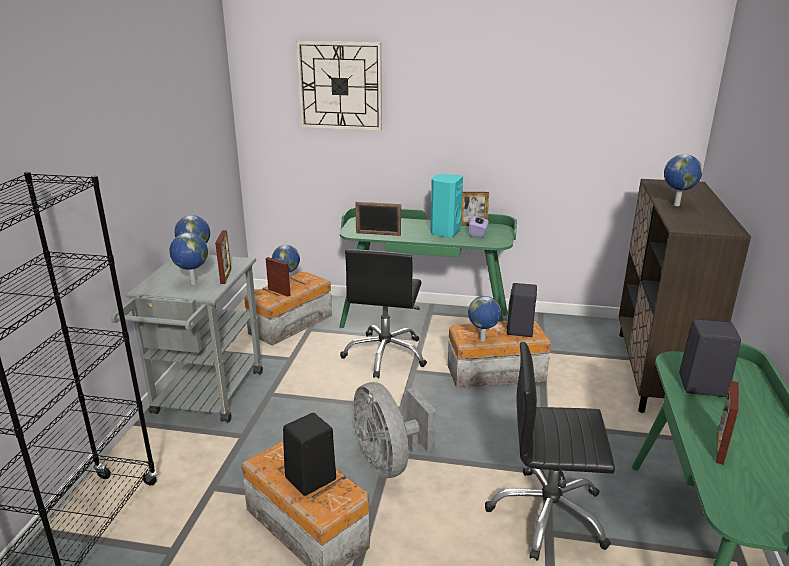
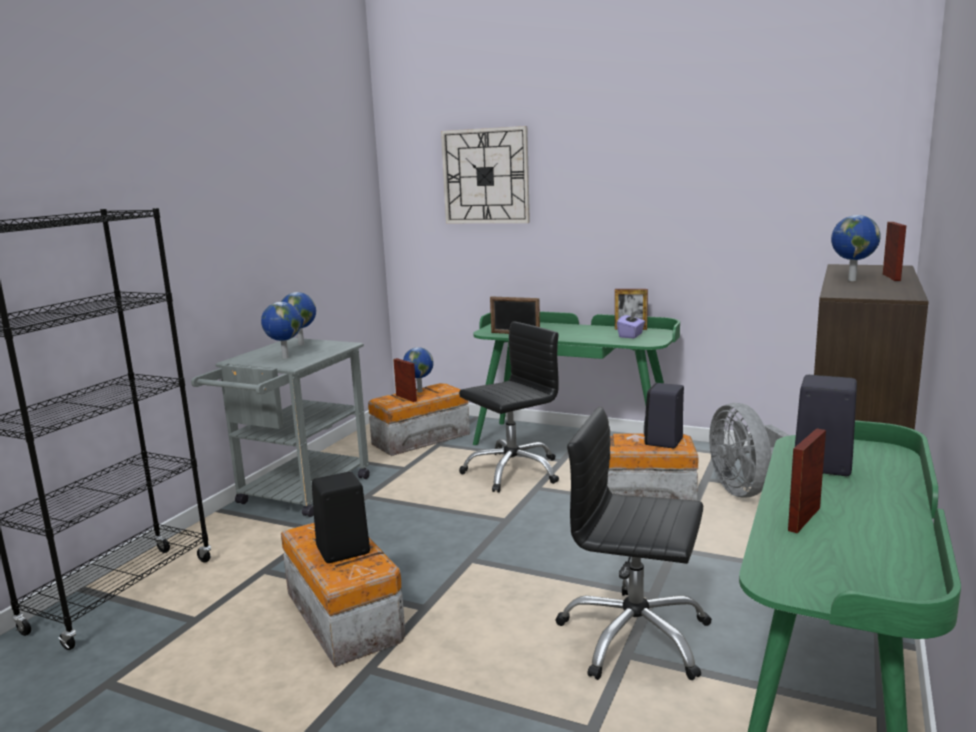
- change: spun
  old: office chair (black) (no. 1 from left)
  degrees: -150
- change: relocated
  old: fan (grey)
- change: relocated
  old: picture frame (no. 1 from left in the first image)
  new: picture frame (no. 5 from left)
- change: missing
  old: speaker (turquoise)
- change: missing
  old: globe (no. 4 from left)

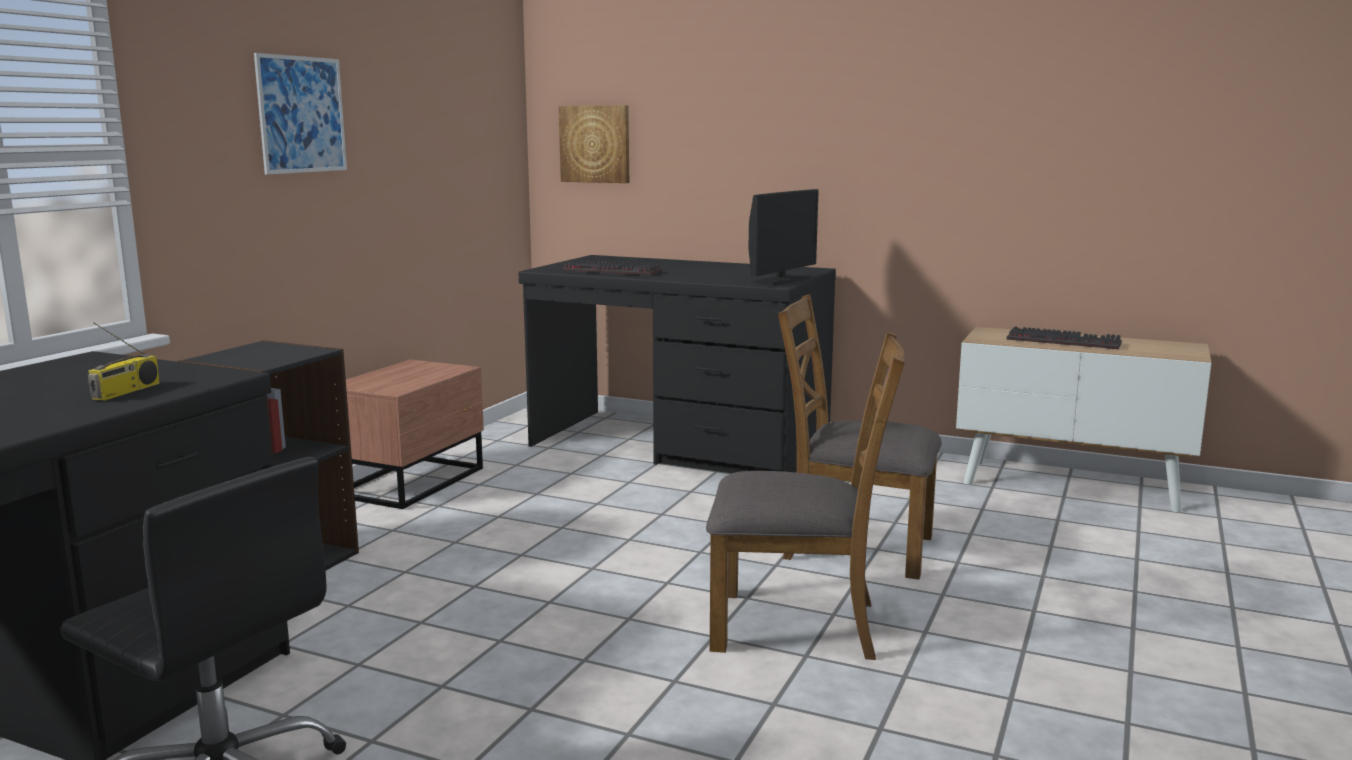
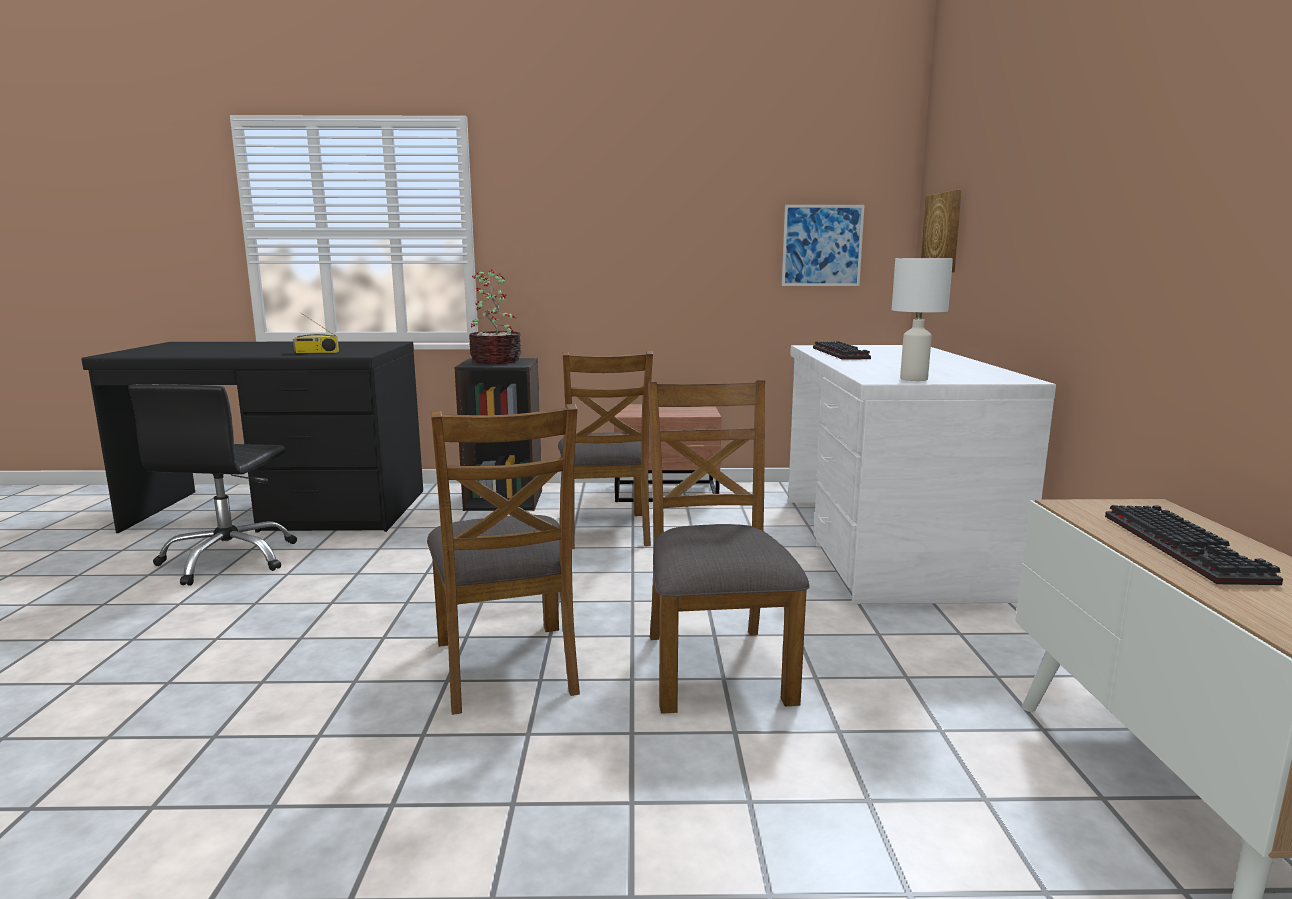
- change: appeared
  new: potted plant
- change: appeared
  new: chair (brown) (no. 2 from left)
- change: relocated
  old: picture (no. 1 from left)
- change: colour
  old: desk (black) (no. 2 from left)
  new: desk (white)
- change: exchanged
  old: monitor
  new: table lamp (white)

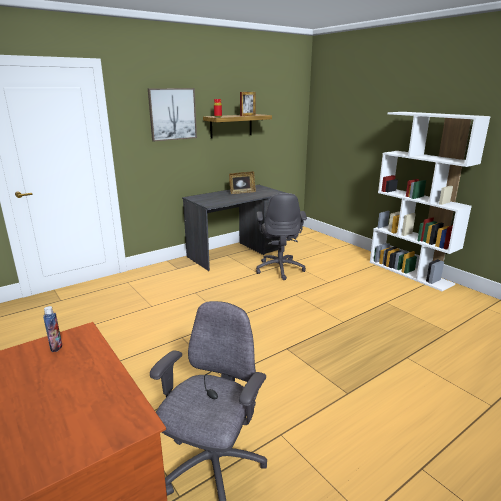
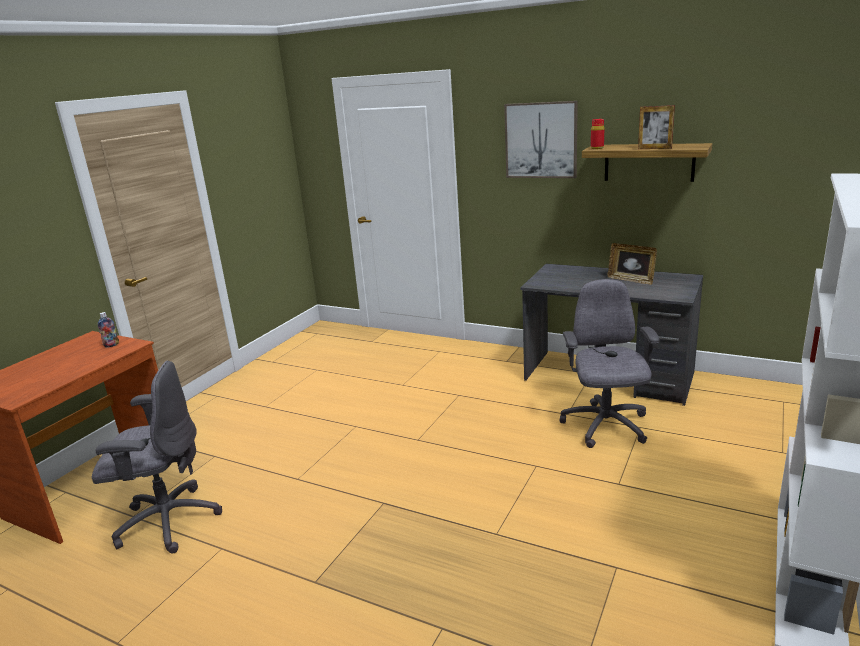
- change: spun
  old: office chair (grey) (no. 2 from left)
  degrees: 120

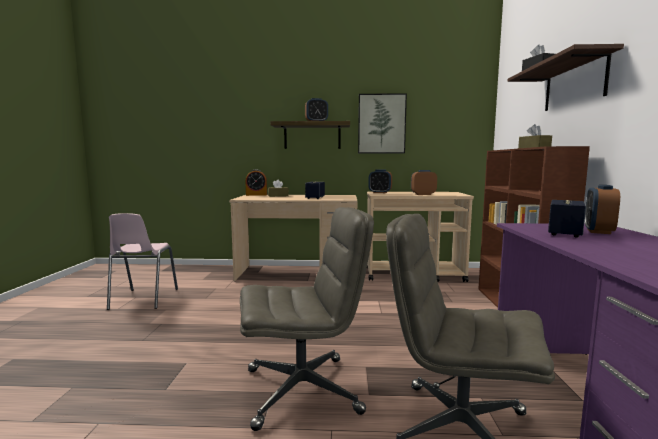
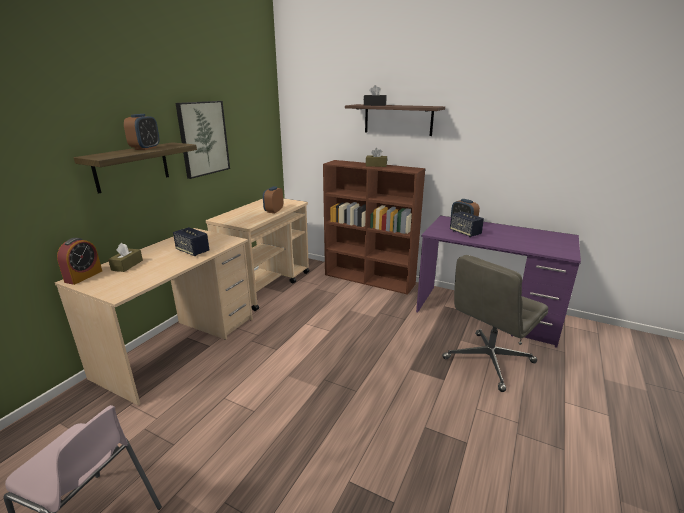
- change: missing
  old: office chair (grey) (no. 1 from left)
- change: missing
  old: alarm clock (no. 3 from left)

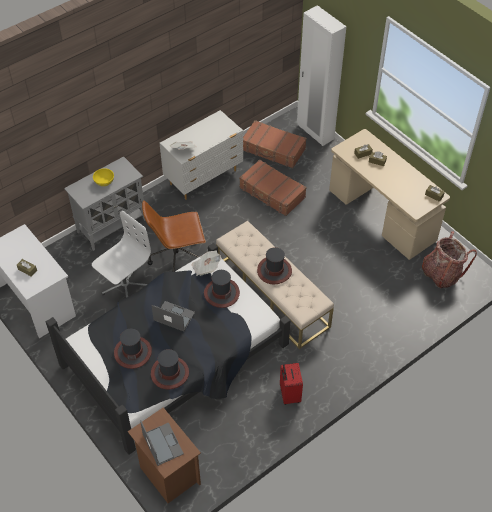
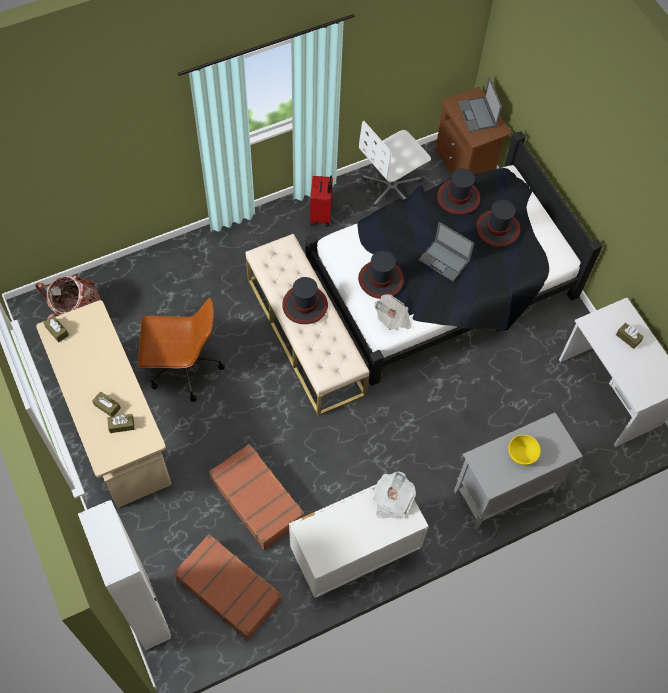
- change: relocated
  old: office chair (brown)
- change: relocated
  old: office chair (white)

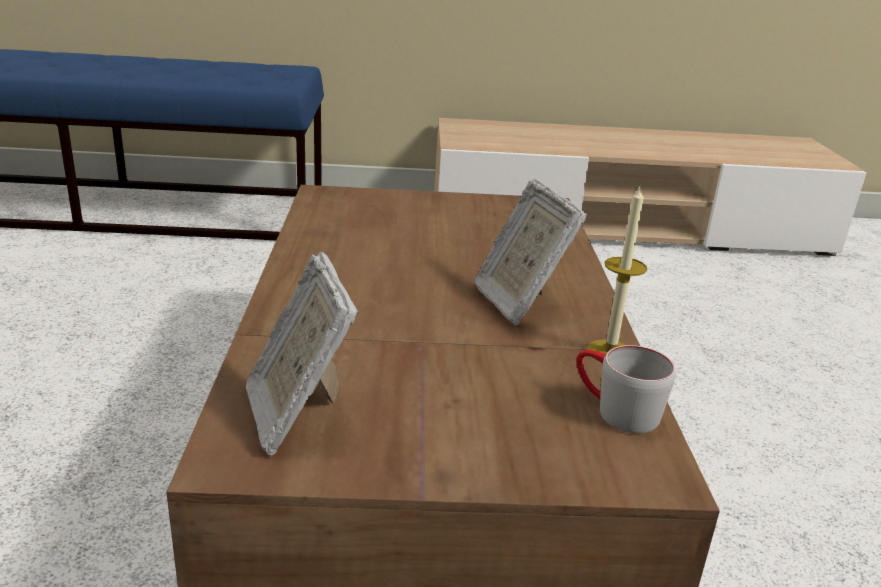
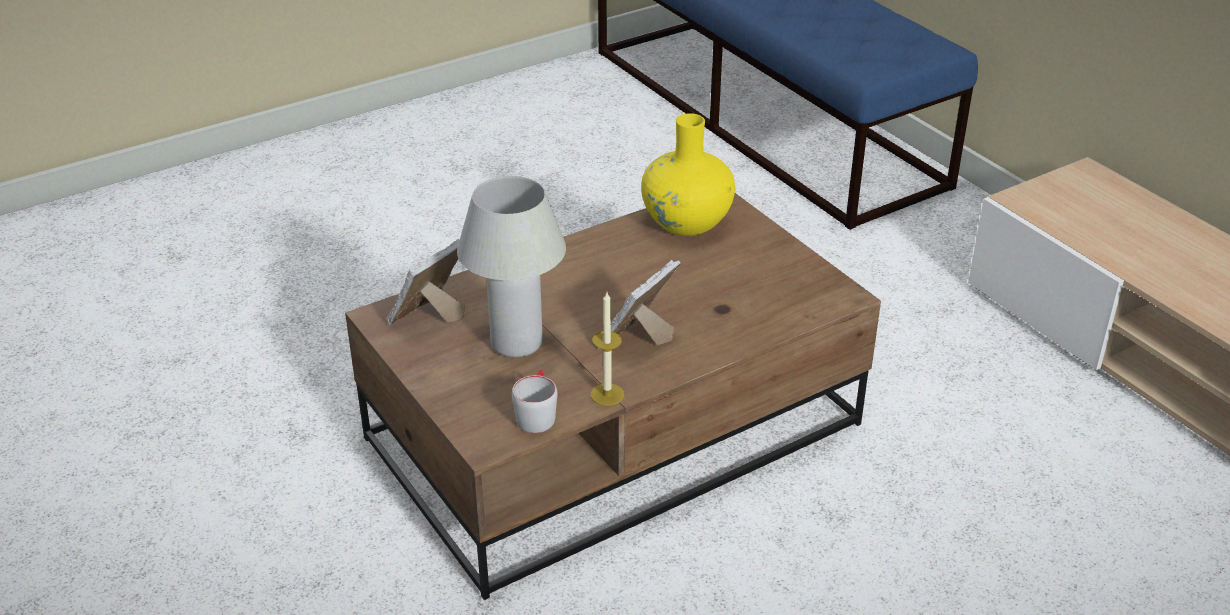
- change: appeared
  new: table lamp (white)
- change: appeared
  new: vase (yellow)

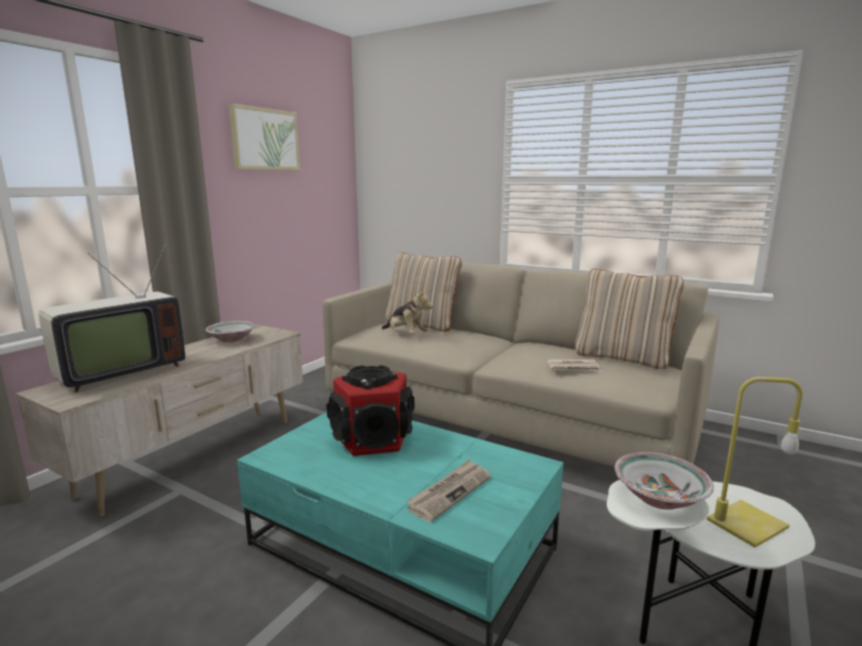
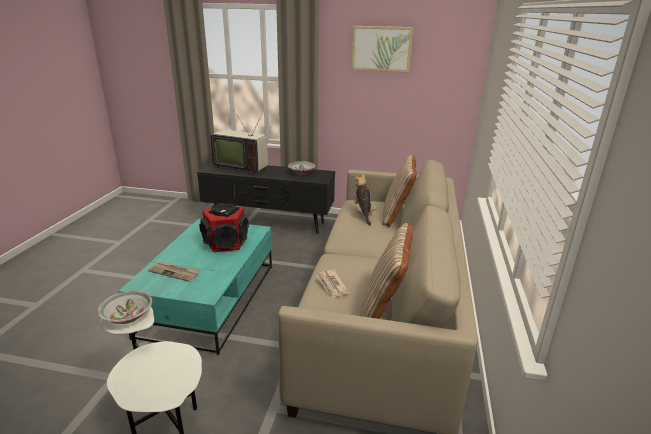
- change: colour
  old: tv stand (beige)
  new: tv stand (black)
- change: spun
  old: plush toy
  degrees: 150
- change: missing
  old: table lamp (yellow)

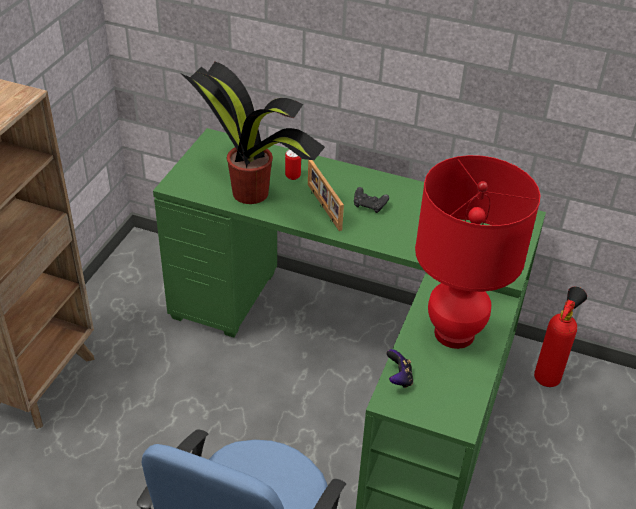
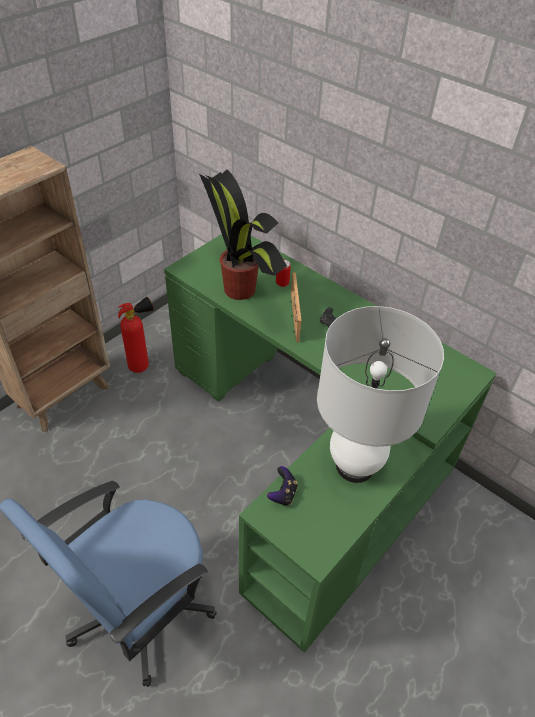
- change: relocated
  old: fire extinguisher
- change: colour
  old: table lamp (red)
  new: table lamp (white)

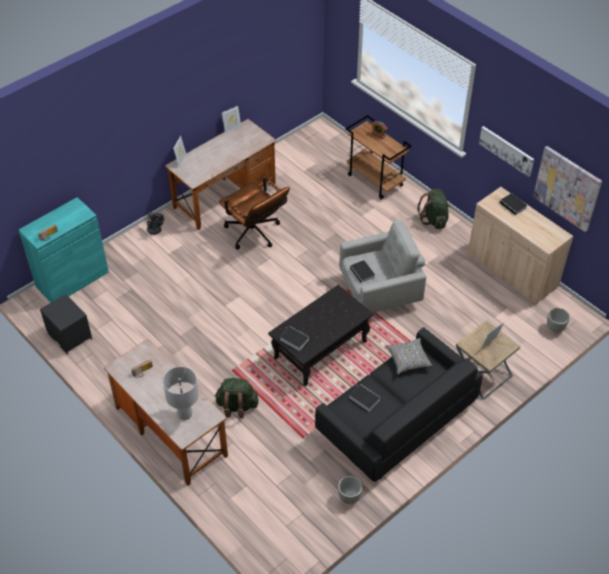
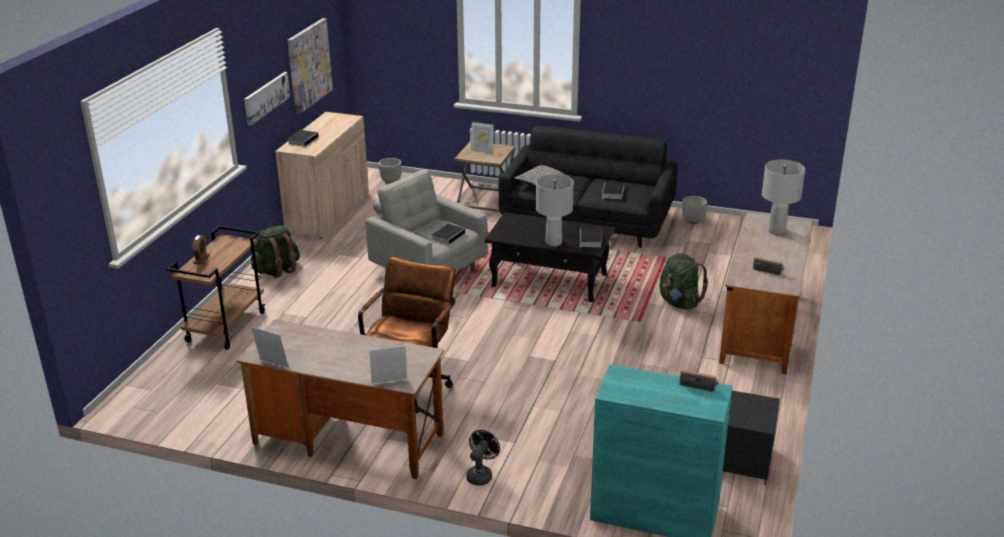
- change: appeared
  new: table lamp (grey) (no. 1 from left)

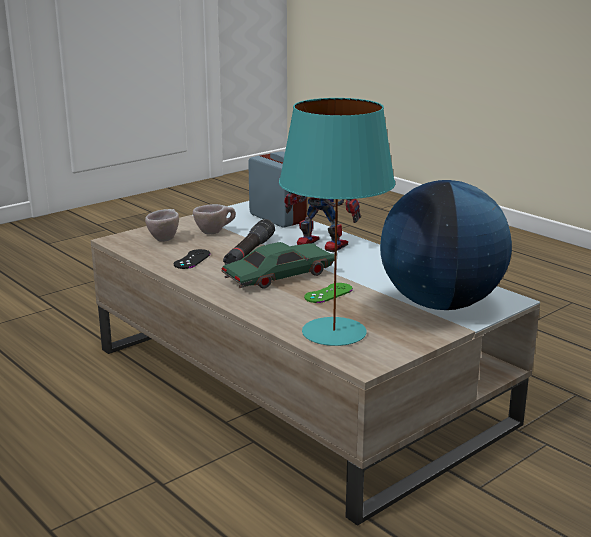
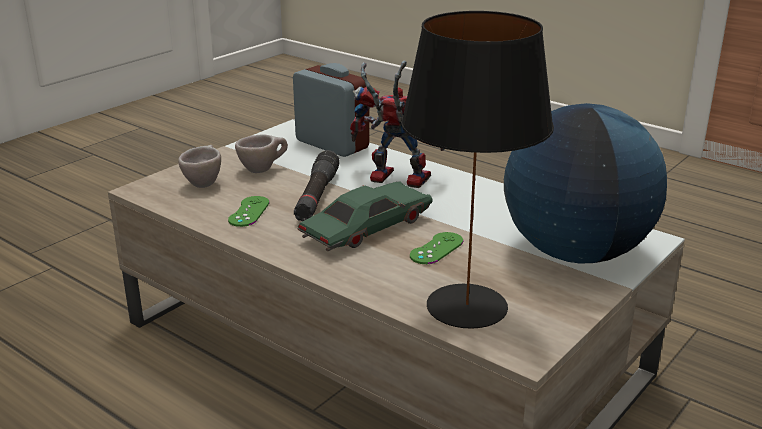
- change: colour
  old: game controller (black)
  new: game controller (green) (no. 1 from left)
- change: colour
  old: table lamp (turquoise)
  new: table lamp (black)

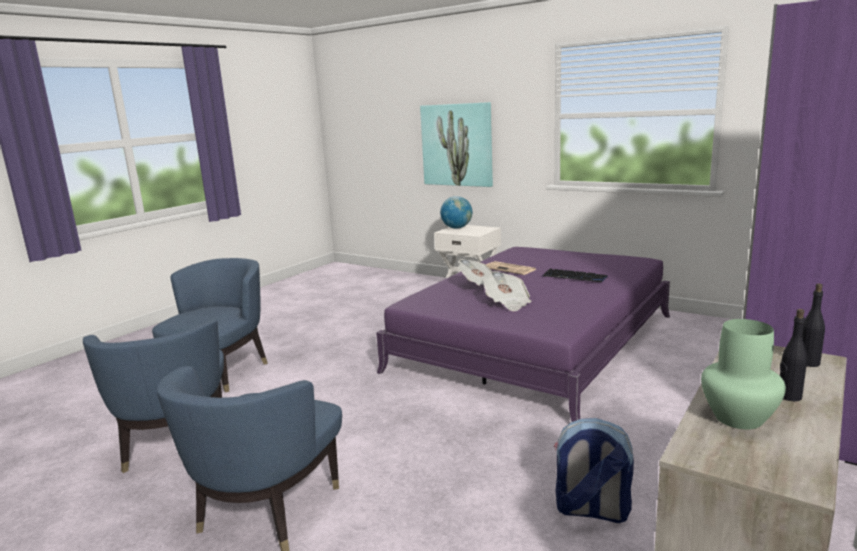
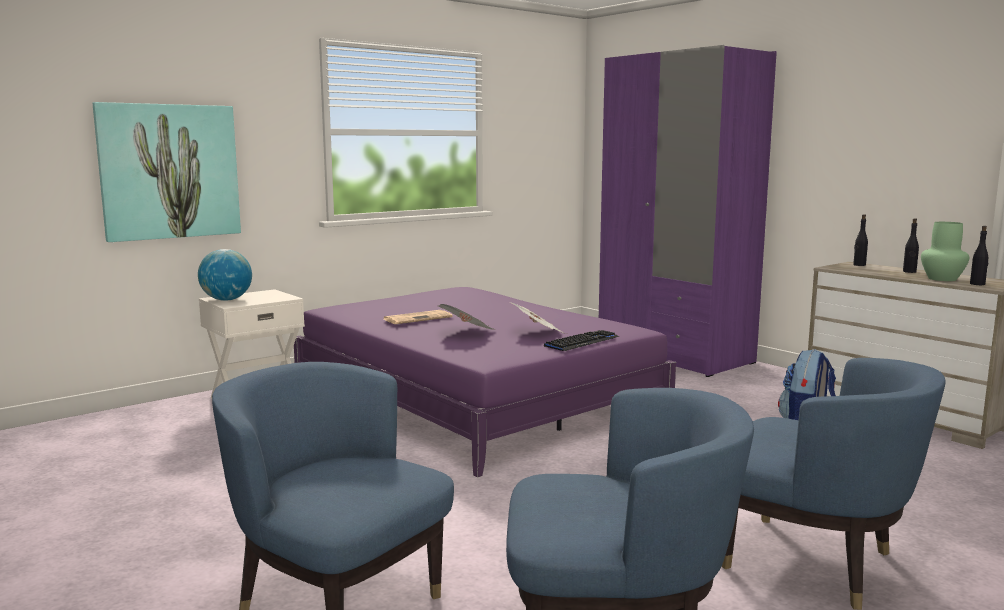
- change: relocated
  old: keyboard
- change: appeared
  new: bottle (black) (no. 3 from left)

